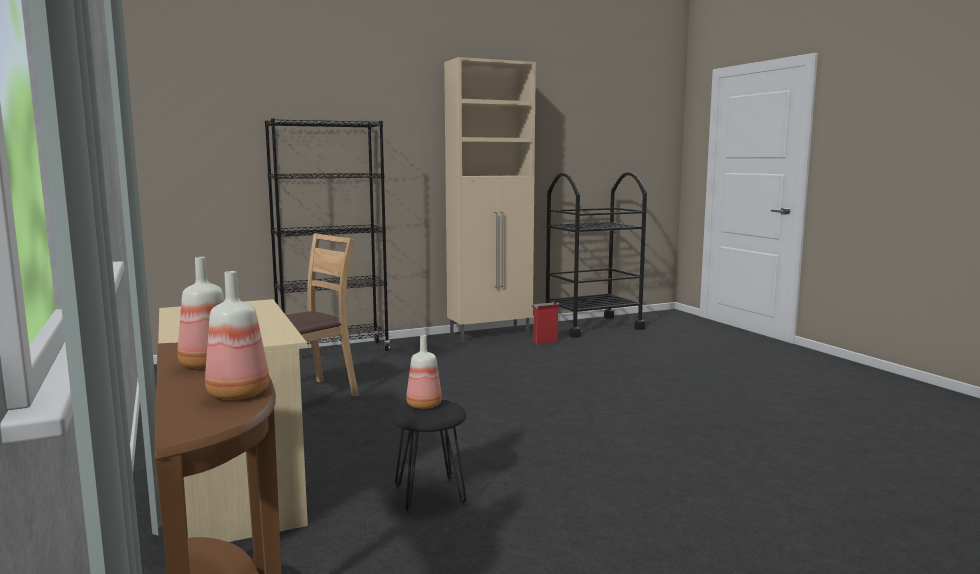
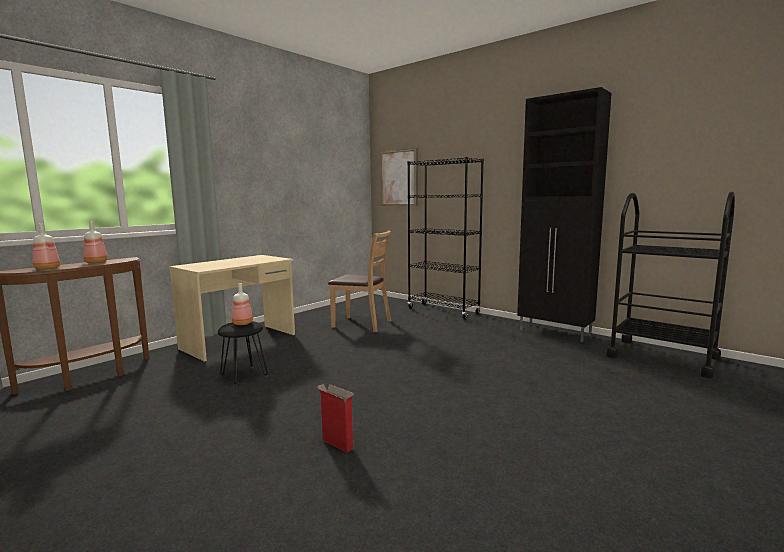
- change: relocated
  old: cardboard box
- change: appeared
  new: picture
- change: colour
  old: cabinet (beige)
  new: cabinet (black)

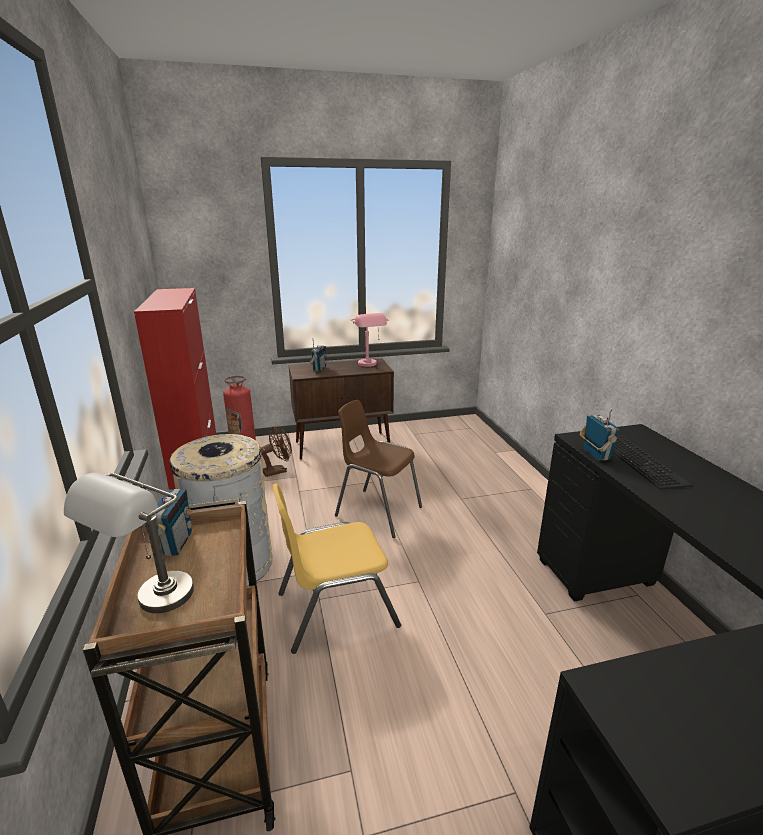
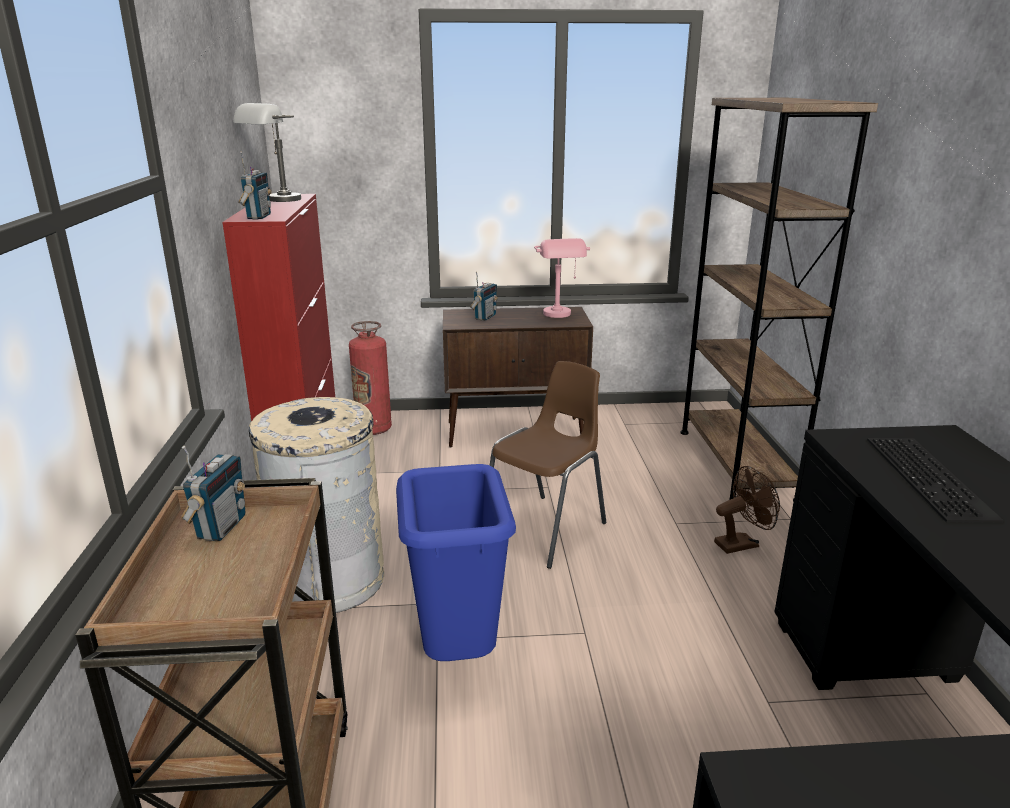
- change: relocated
  old: table lamp (grey)
- change: relocated
  old: radio (no. 3 from left in the first image)
  new: radio (no. 2 from left)
- change: exchanged
  old: chair (yellow)
  new: trash can (blue)
- change: spun
  old: chair (brown)
  degrees: 90
- change: appeared
  new: bookcase (brown)
- change: relocated
  old: fan (brown)

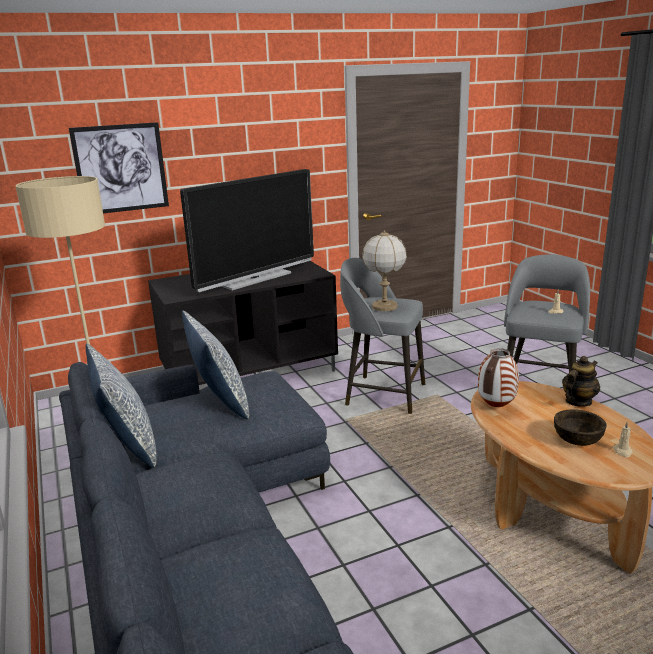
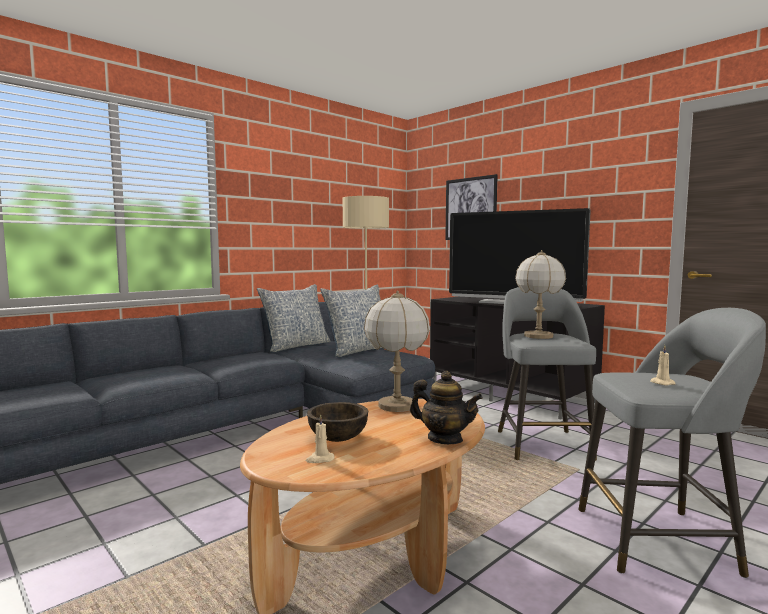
- change: exchanged
  old: vase
  new: table lamp (no. 1 from left)

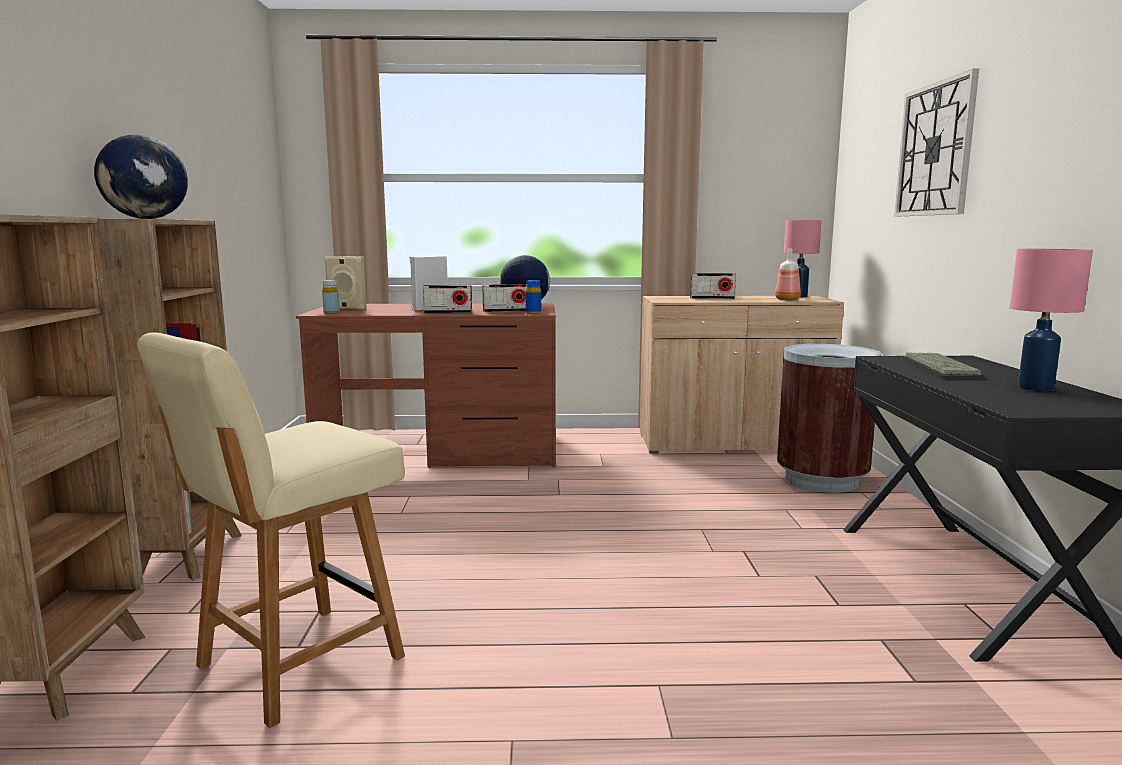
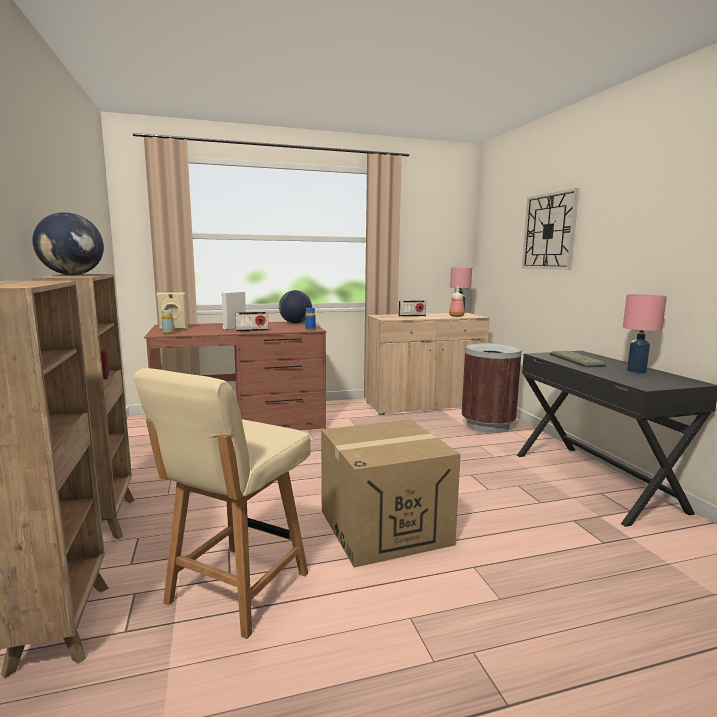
- change: appeared
  new: cardboard box
- change: missing
  old: radio (no. 2 from left)

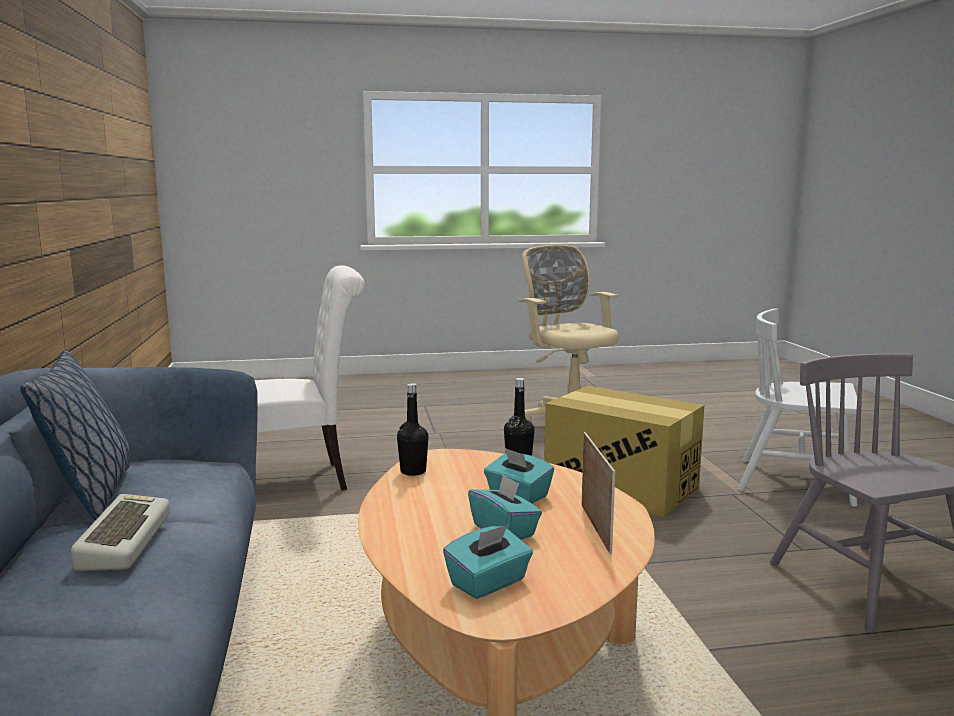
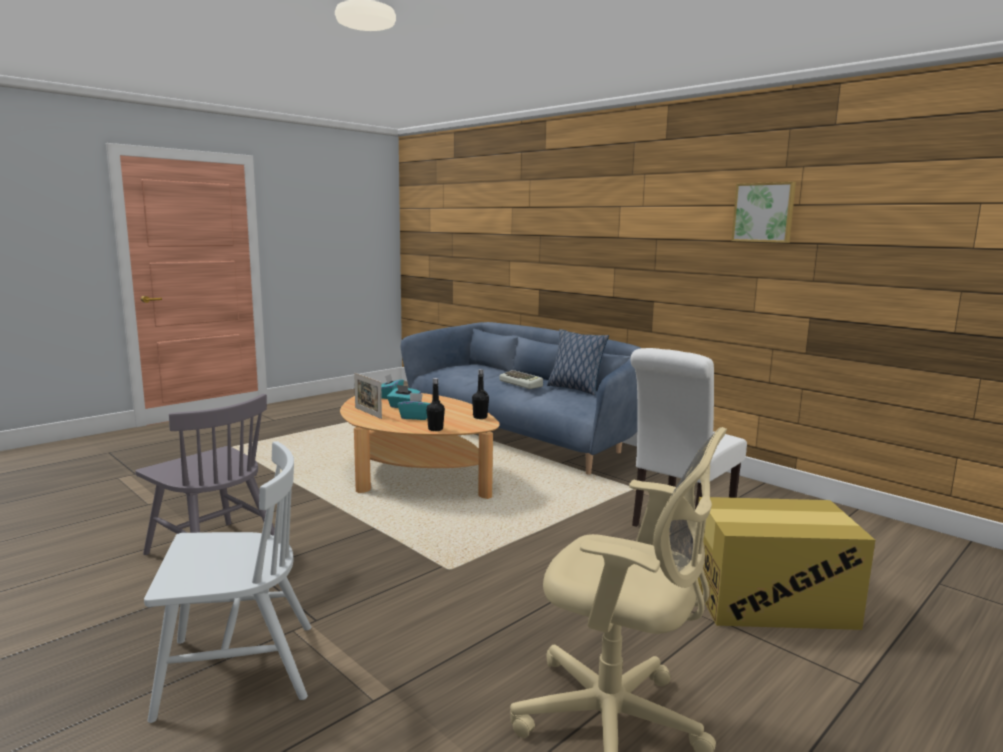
- change: relocated
  old: cardboard box
- change: appeared
  new: picture

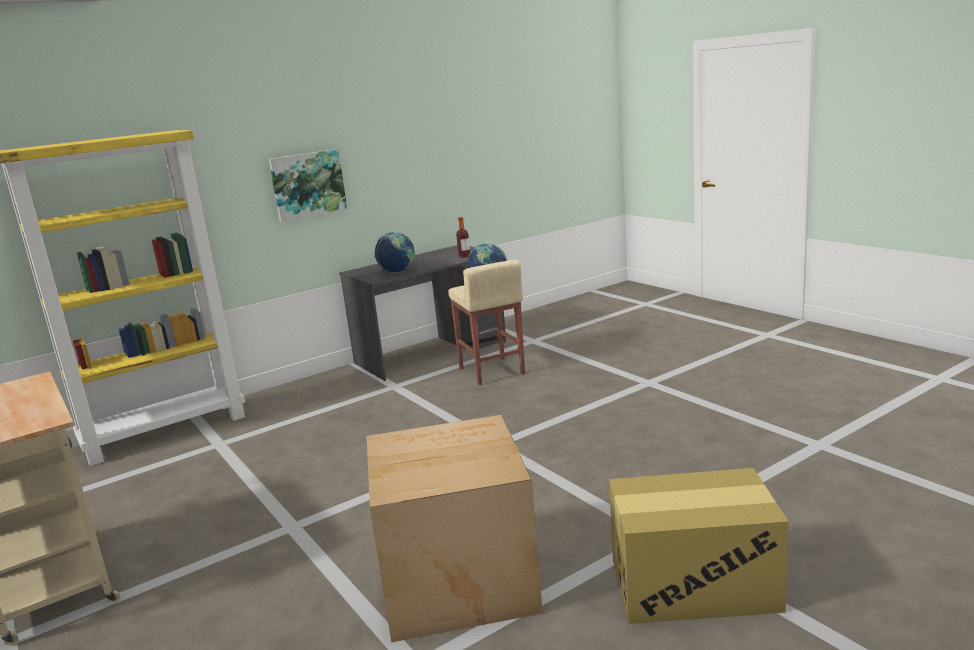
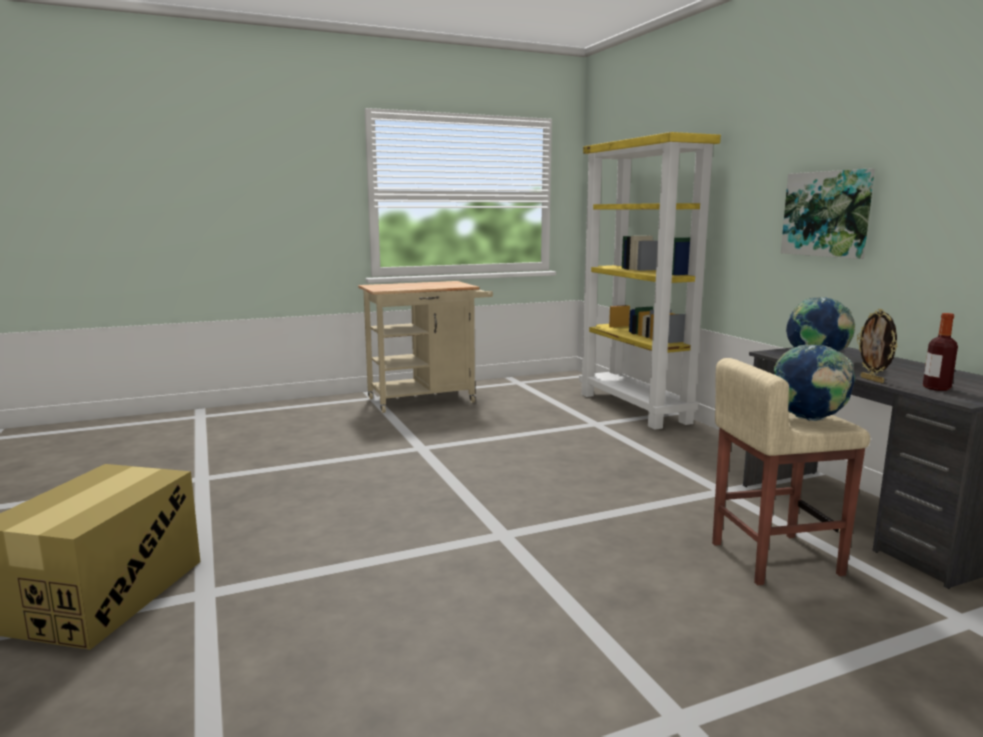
- change: appeared
  new: picture frame
- change: missing
  old: cardboard box (no. 1 from left)

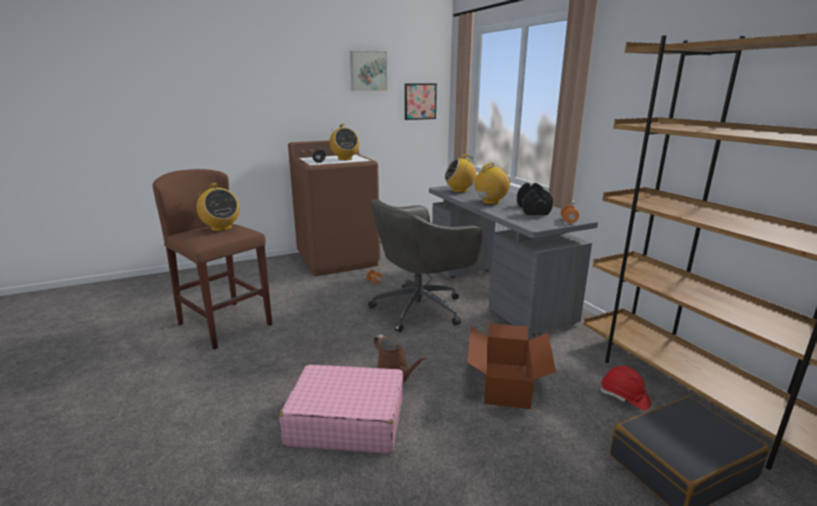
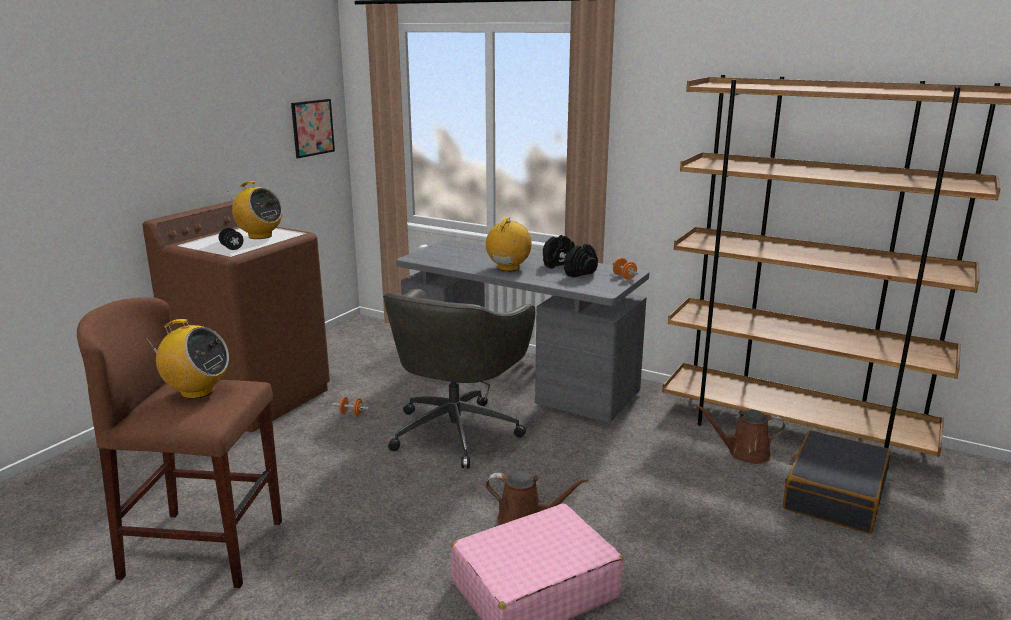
- change: exchanged
  old: hard hat (red)
  new: watering can (brown) (no. 2 from left)
- change: missing
  old: picture (no. 1 from left)
- change: missing
  old: radio (no. 3 from left)
- change: missing
  old: cardboard box

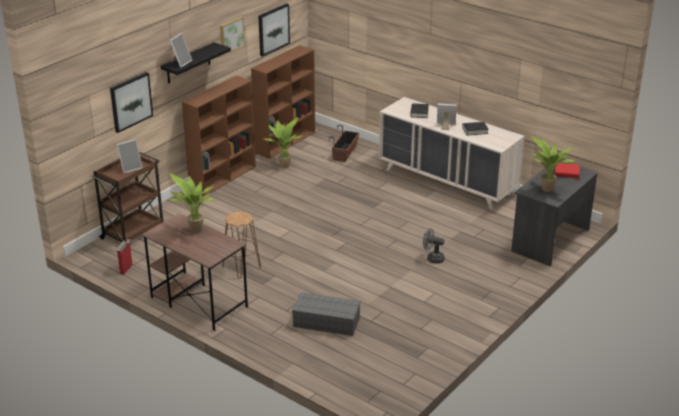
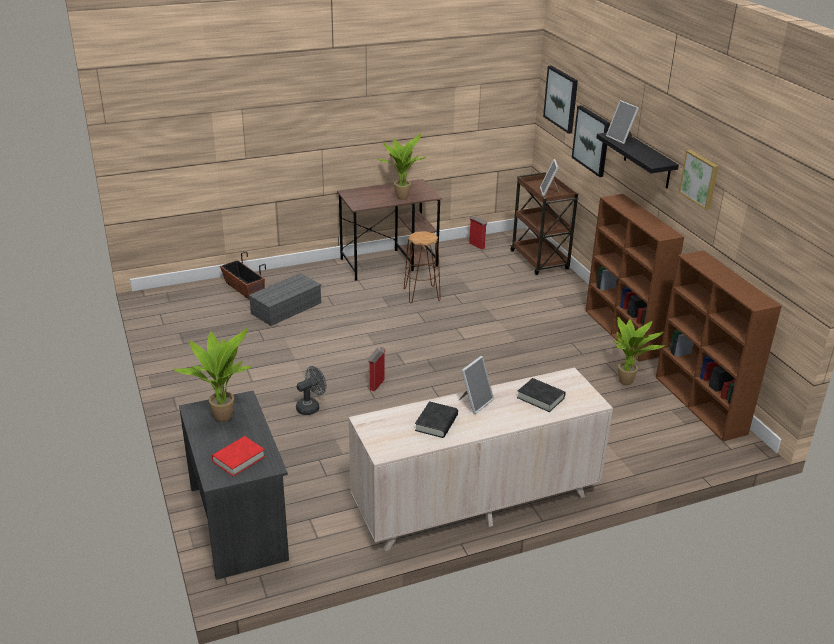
- change: relocated
  old: planter
- change: appeared
  new: cardboard box (no. 1 from left)
- change: relocated
  old: picture (no. 3 from left in the first image)
  new: picture (no. 1 from left)

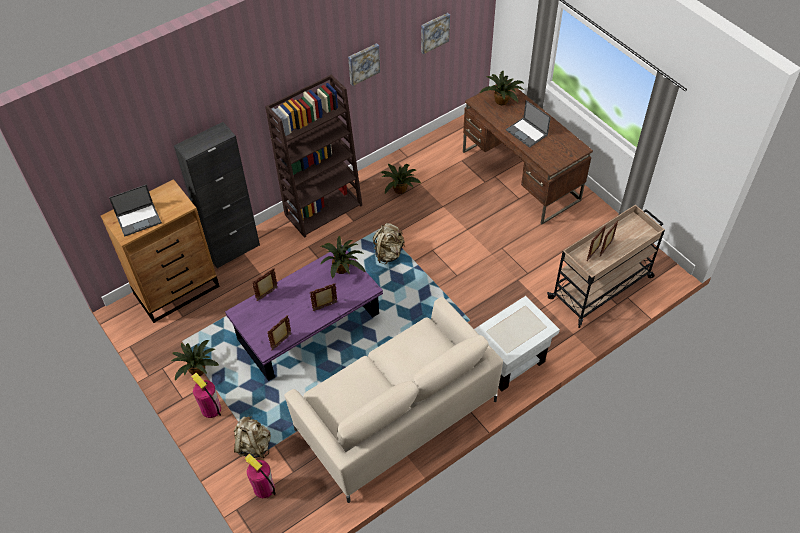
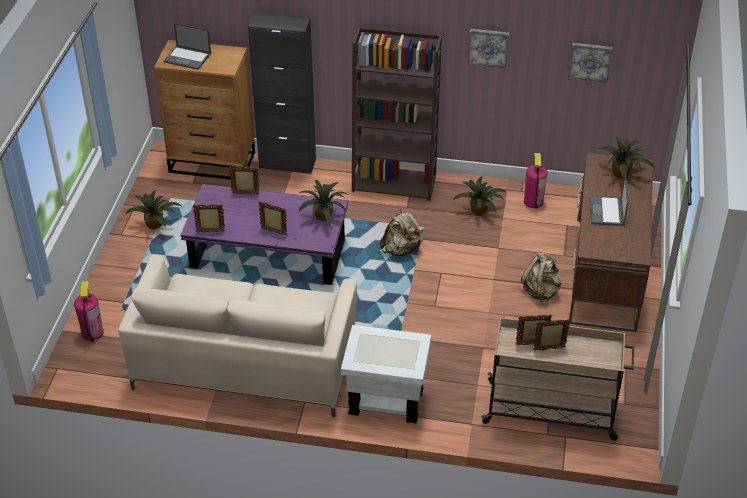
- change: relocated
  old: backpack (beige) (no. 1 from left in the first image)
  new: backpack (beige) (no. 2 from left)
- change: relocated
  old: fire extinguisher (no. 1 from left in the first image)
  new: fire extinguisher (no. 2 from left)

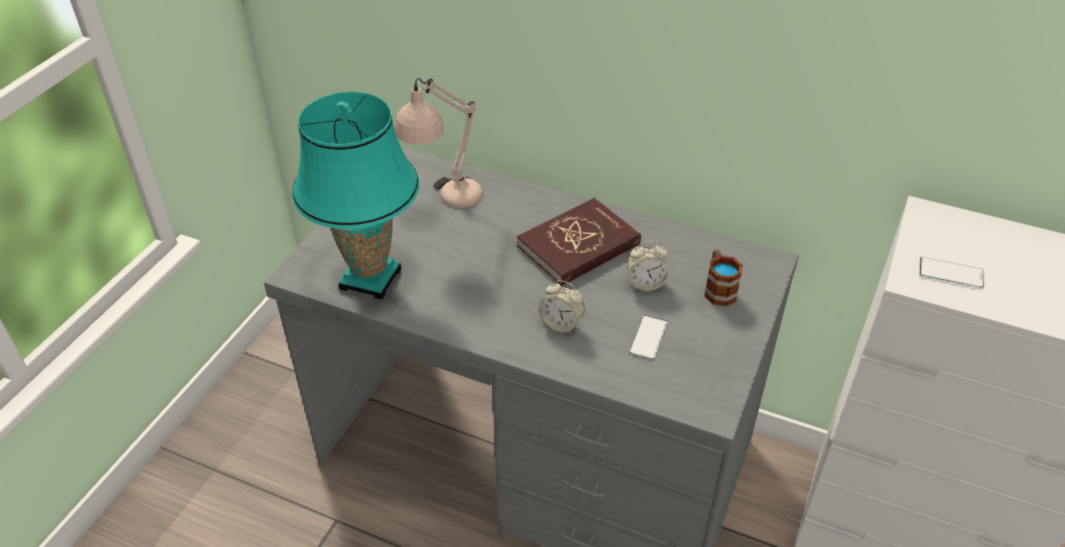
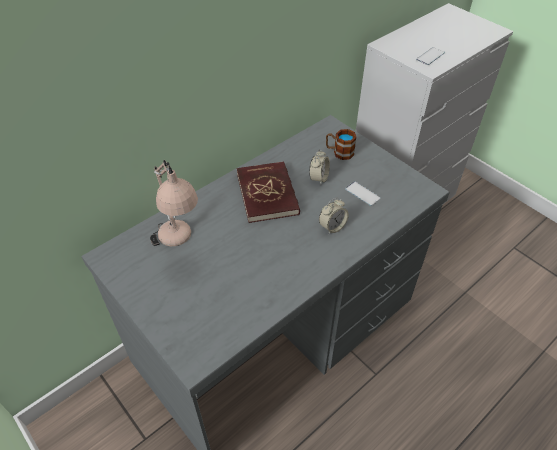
- change: missing
  old: table lamp (turquoise)

